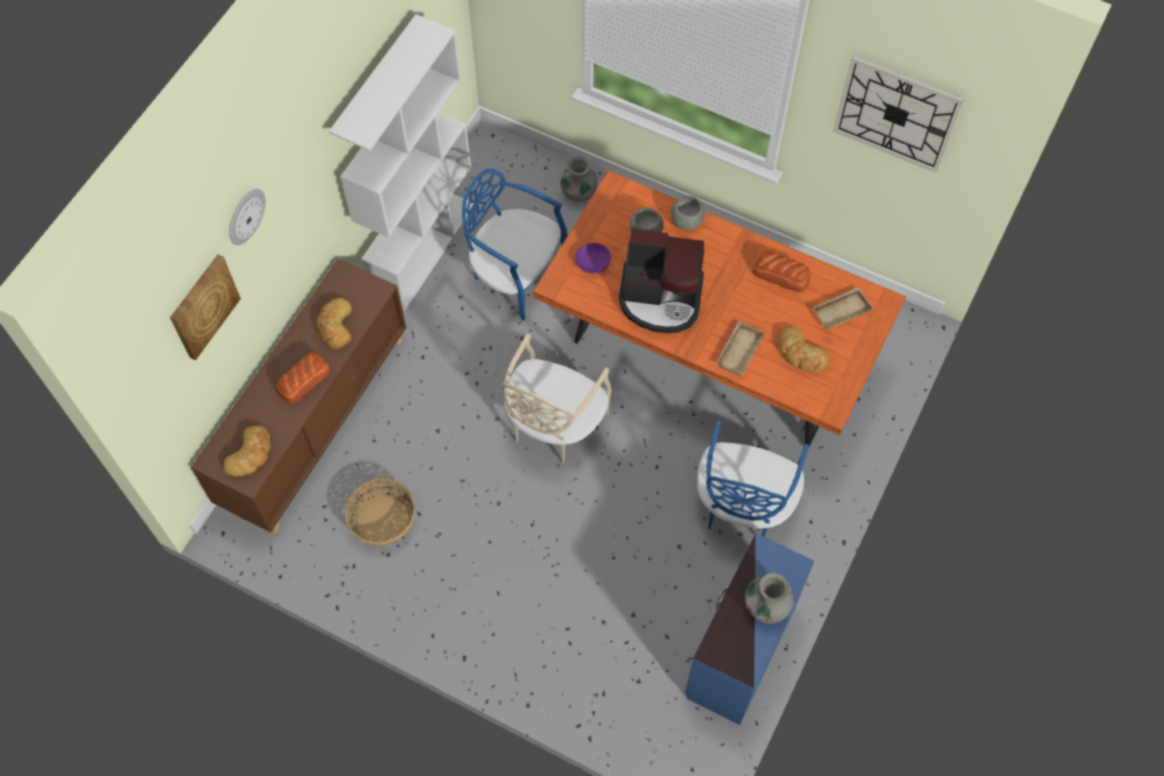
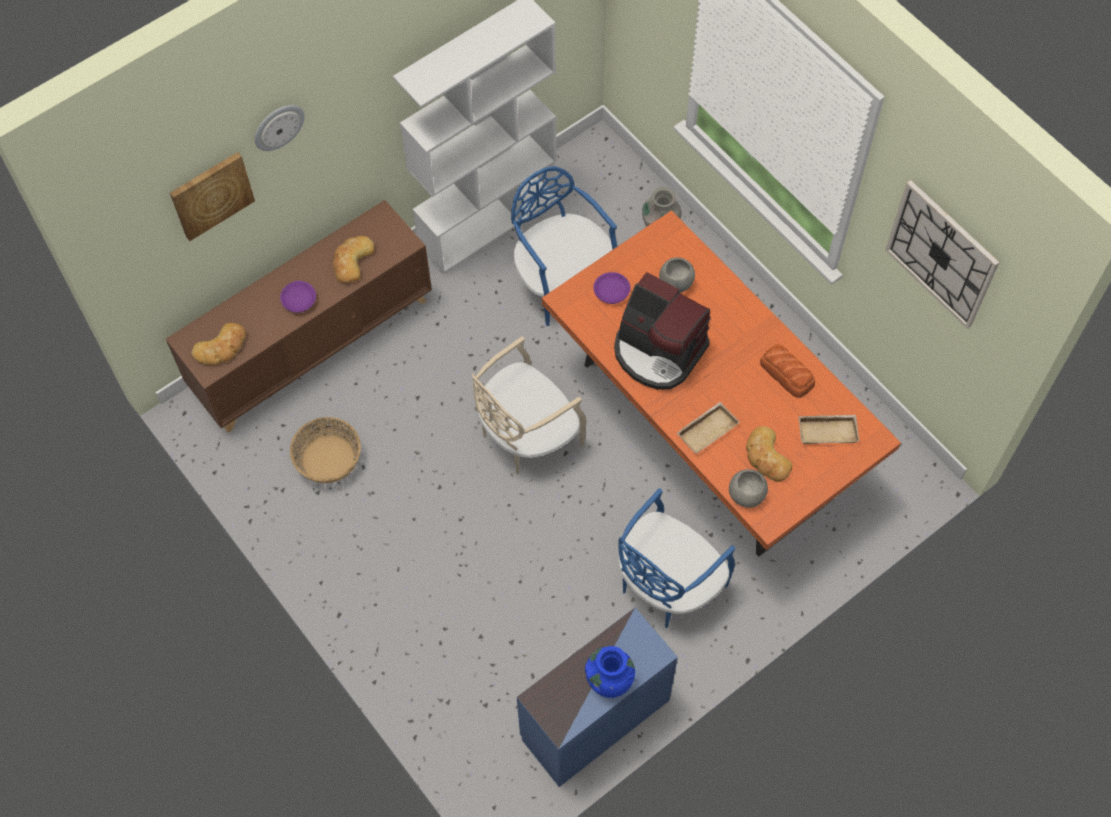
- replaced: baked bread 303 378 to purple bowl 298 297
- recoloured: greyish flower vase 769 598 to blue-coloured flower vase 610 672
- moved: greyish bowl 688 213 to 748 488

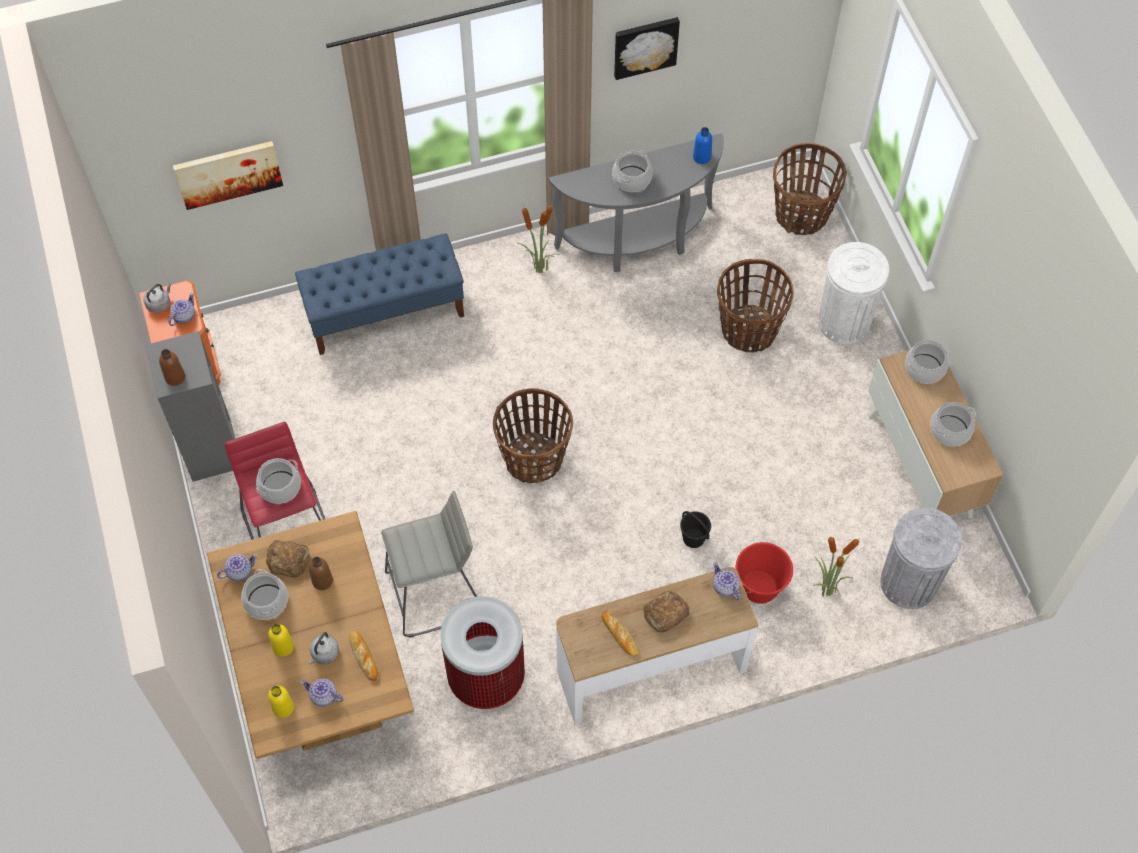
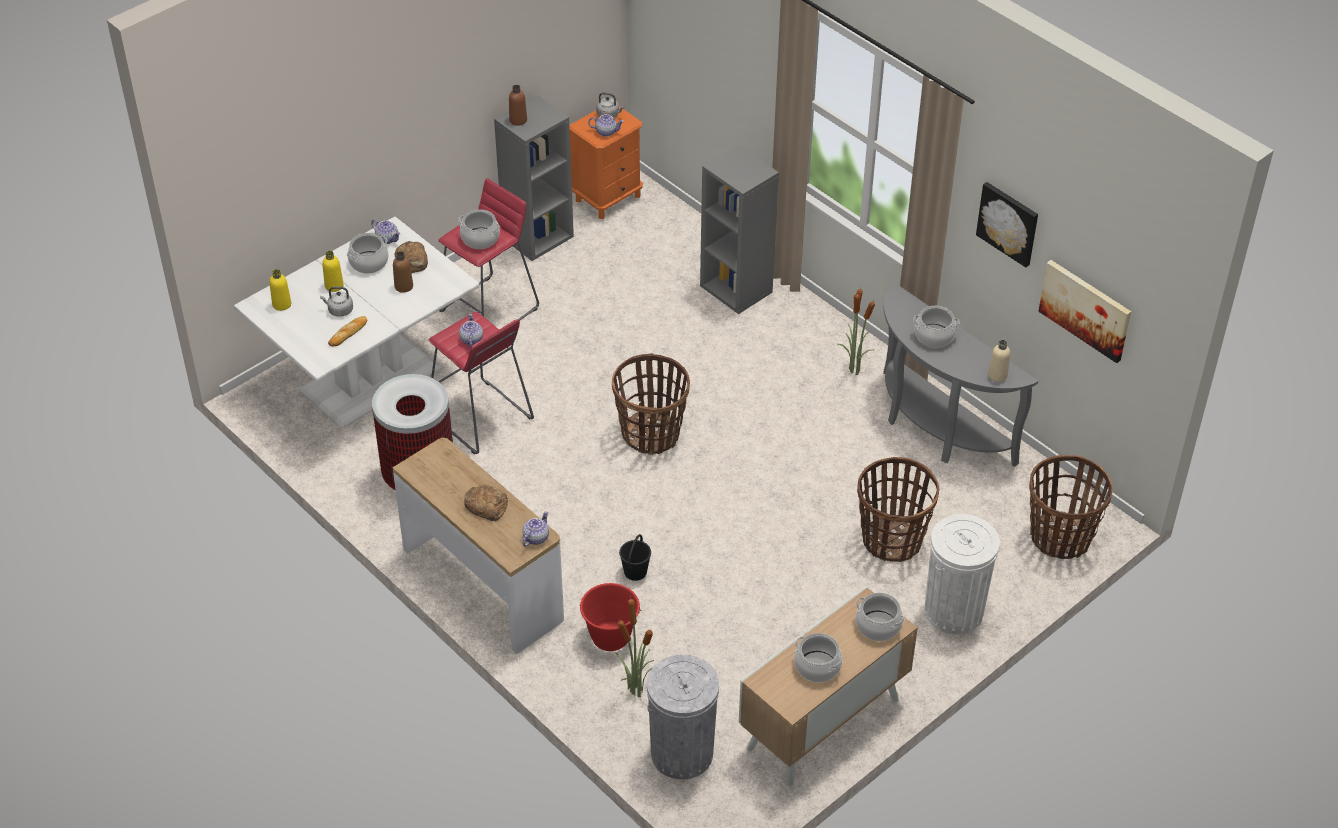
- recoloured: brown-coloured kitchen table 310 635 to white kitchen table 356 322
- recoloured: greyish sitting stool 429 564 to red sitting stool 481 383
- moved: teapot 322 693 to 471 331
- replaced: blue-coloured long seat 379 294 to greyish bookshelf 739 229
- recoloured: blue-coloured bottle 702 145 to beige bottle 999 361
- moved: picture 228 175 to 1085 311
- removed: baked bread 620 633

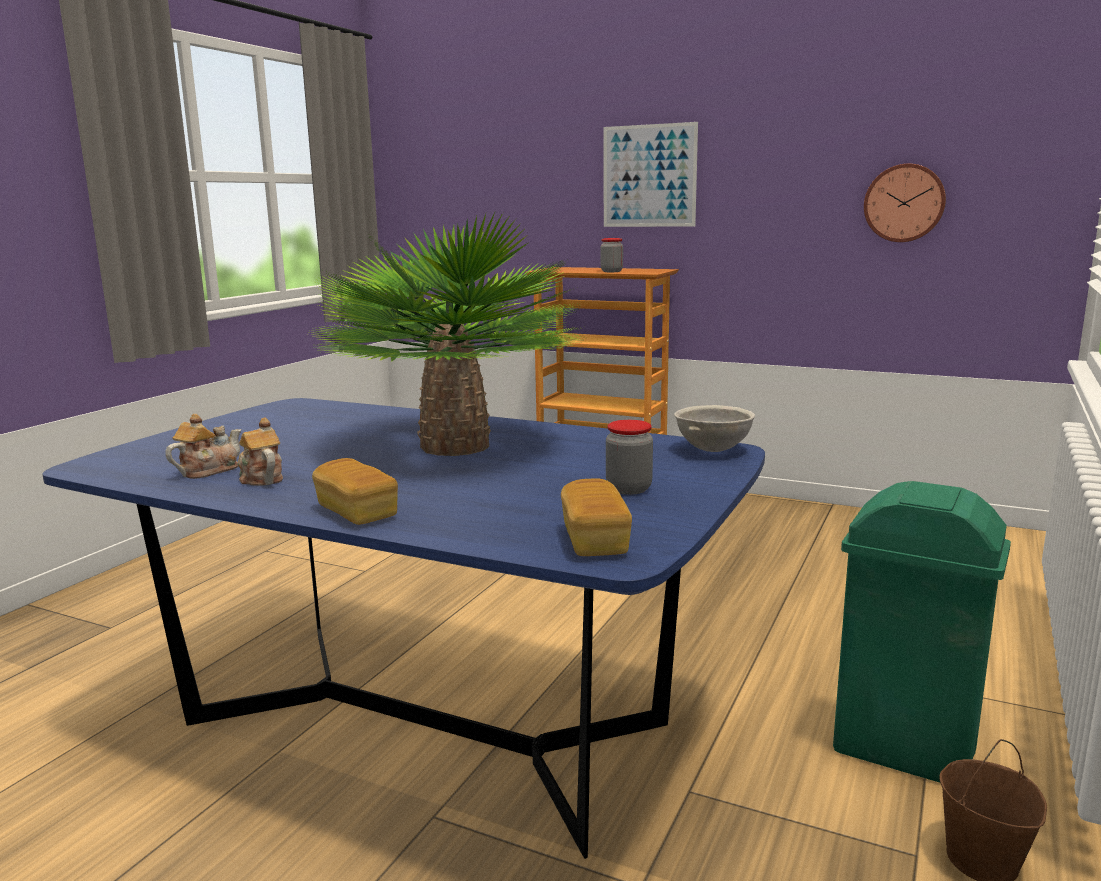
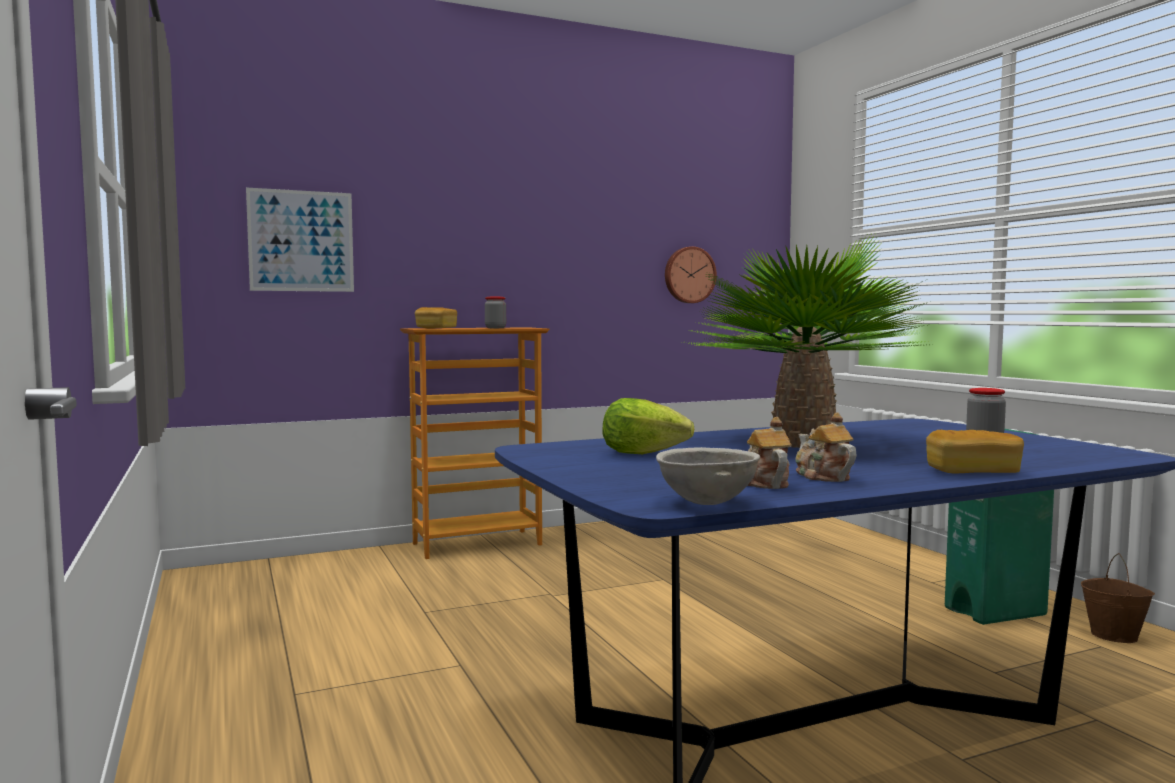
- moved: picture 651 174 to 300 239
- moved: baked bread 596 517 to 436 317
- added: head of lettuce 648 426
- moved: greyish bowl 714 428 to 708 476
- turned: teapot 260 451 = 825 447 60 degrees clockwise

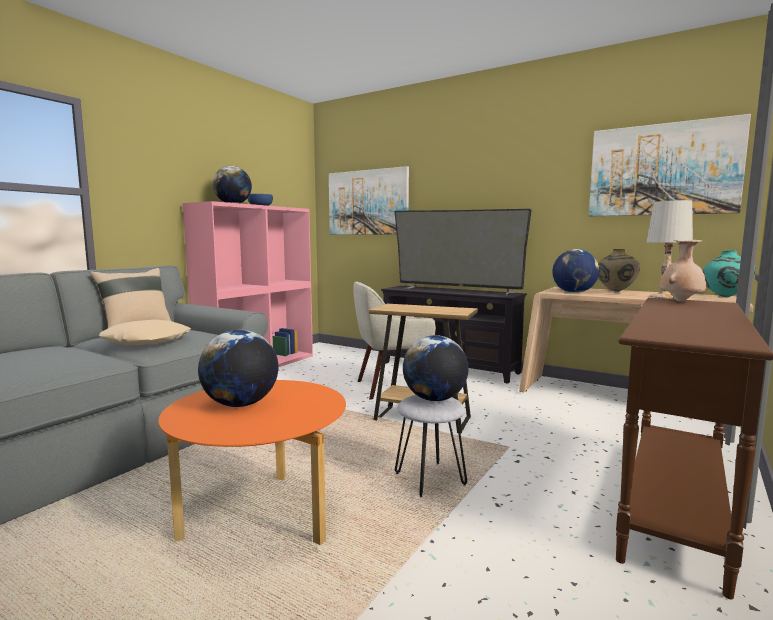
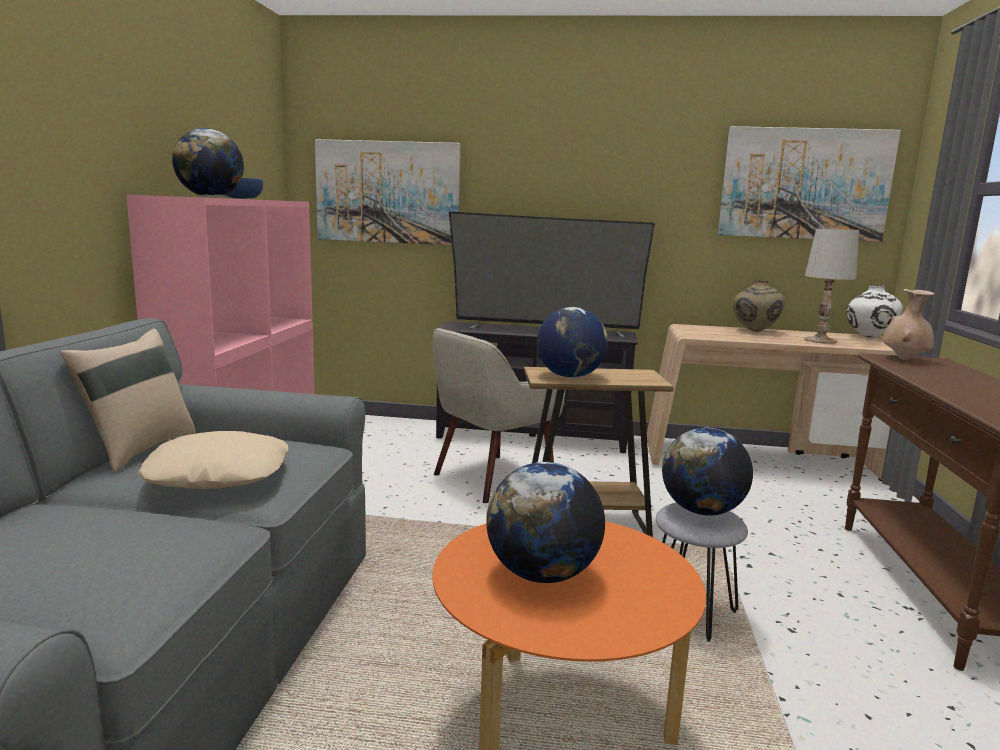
- moved: desk globe 576 271 to 572 342
- recoloured: turquoise-coloured flower vase 729 273 to white flower vase 874 311

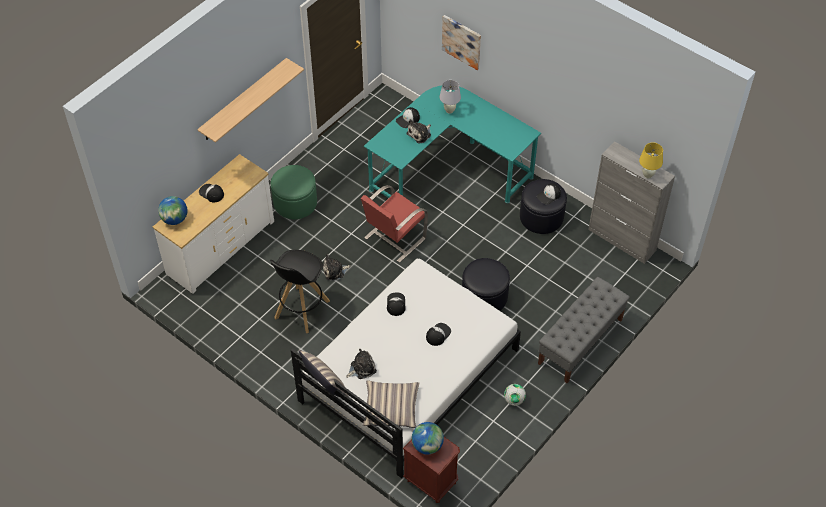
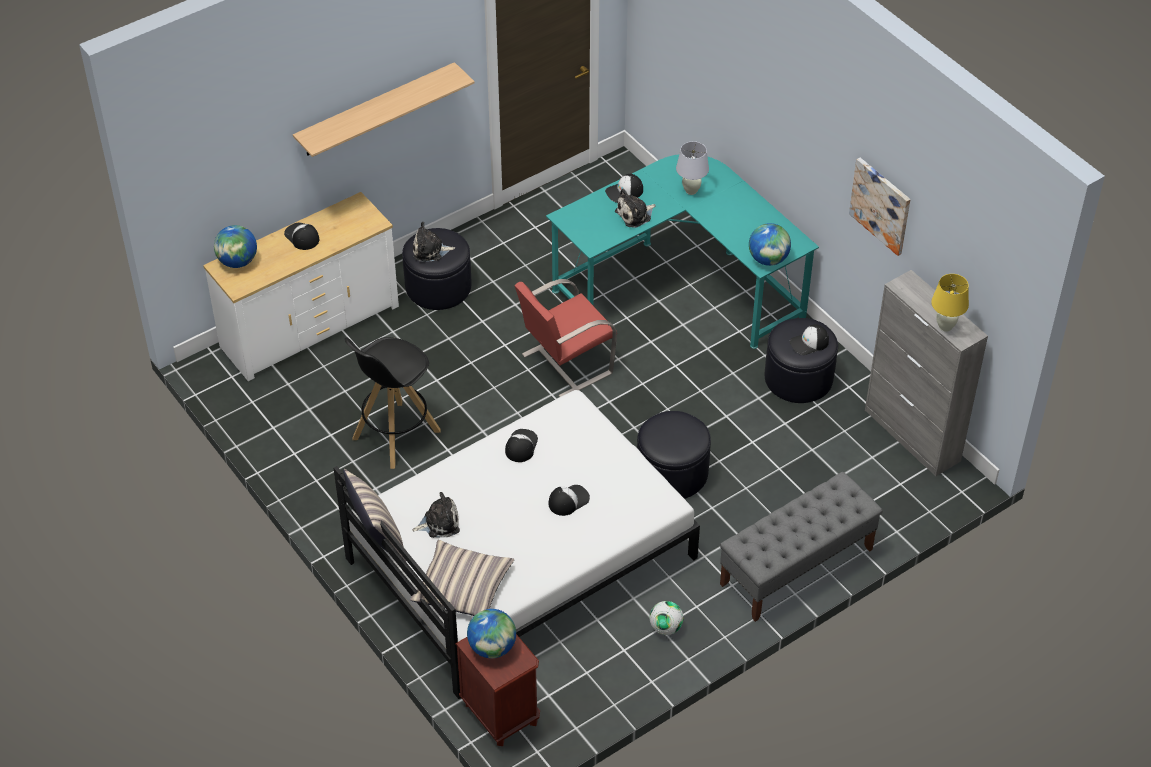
- recoloured: green pouffe 294 192 to black-coloured pouffe 437 269
- moved: cuddly toy 337 267 to 434 242
- added: desk globe 770 244
- moved: picture 461 42 to 879 207

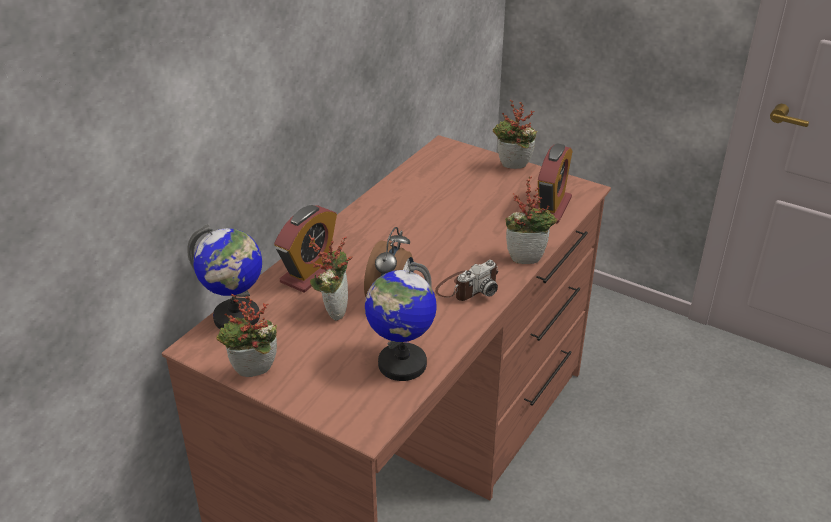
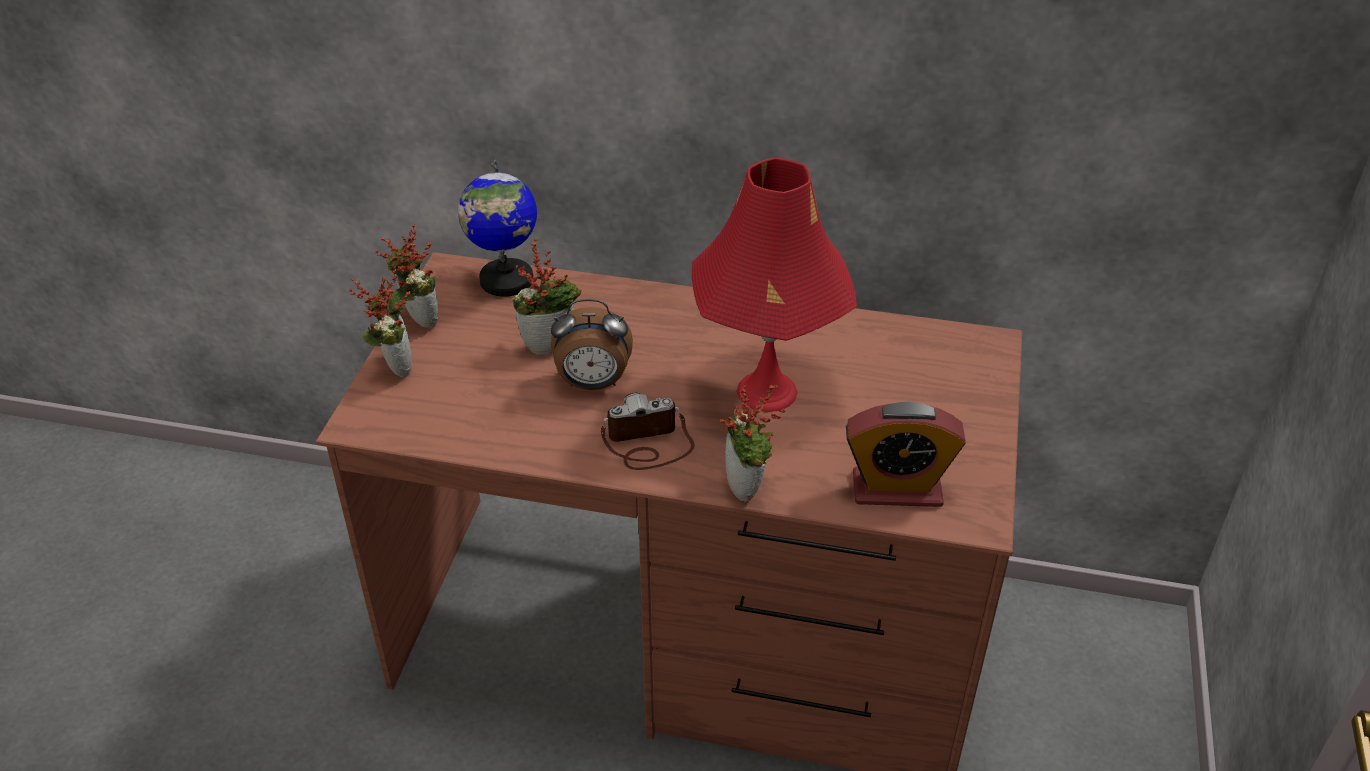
- moved: plant in a pot 515 134 to 380 323
- turned: photo camera 467 280 = 648 431 135 degrees clockwise
- added: red lamp for a table 774 284
- removed: alarm clock 305 249
- removed: desk globe 401 321

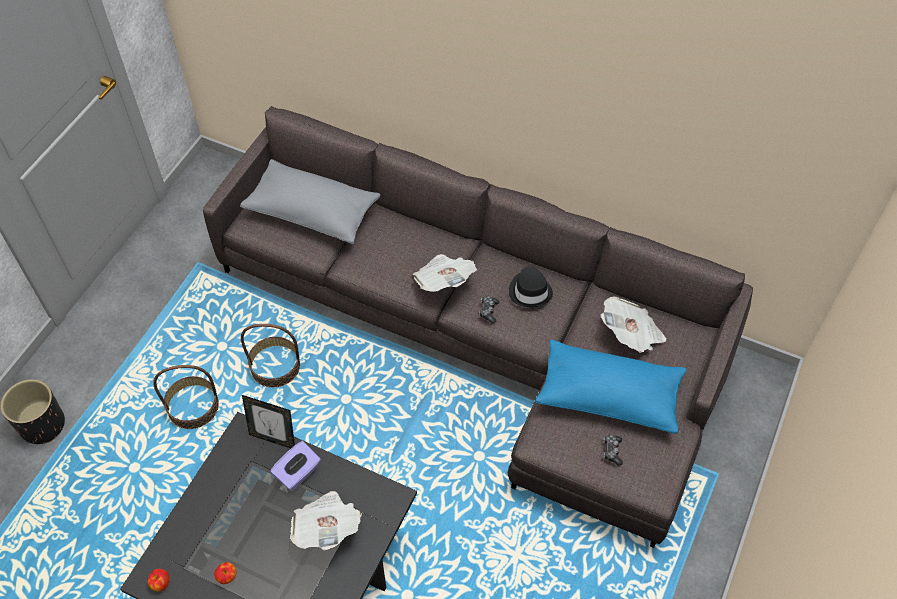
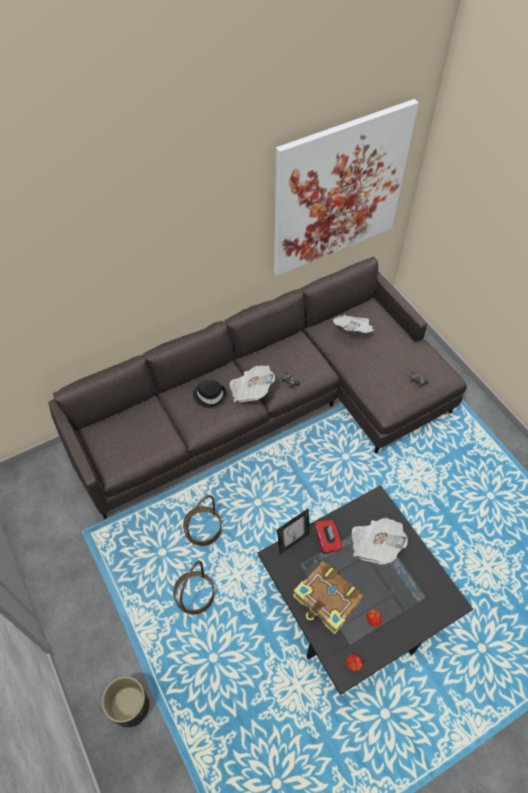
- moved: black-coloured wearable hat 531 287 to 209 394
- added: picture 346 187
- added: bound book 328 598
- recoloured: purple box of tissues 295 466 to red box of tissues 328 537
- removed: greyish throw pillow 310 201
- removed: blue-coloured throw pillow 611 386

